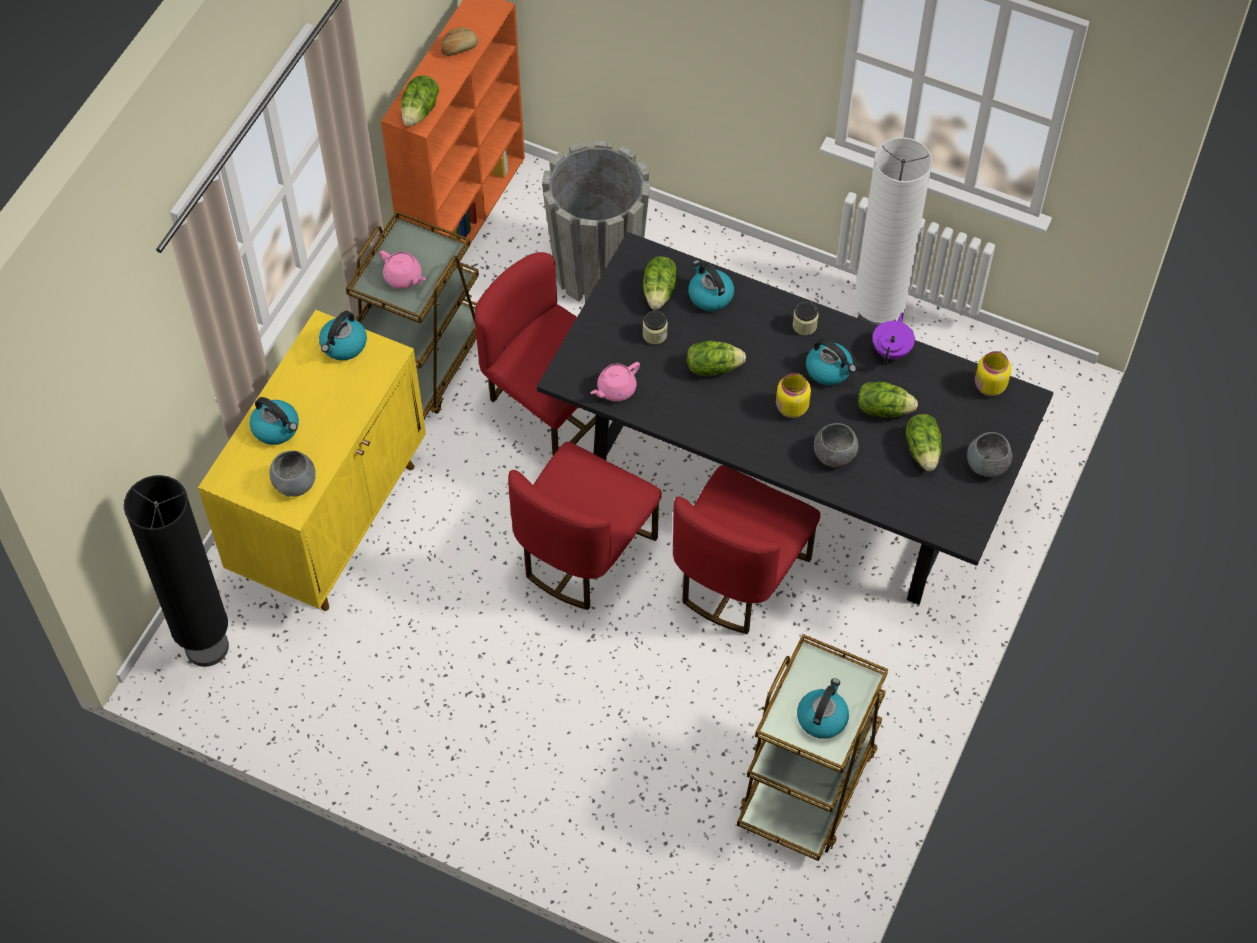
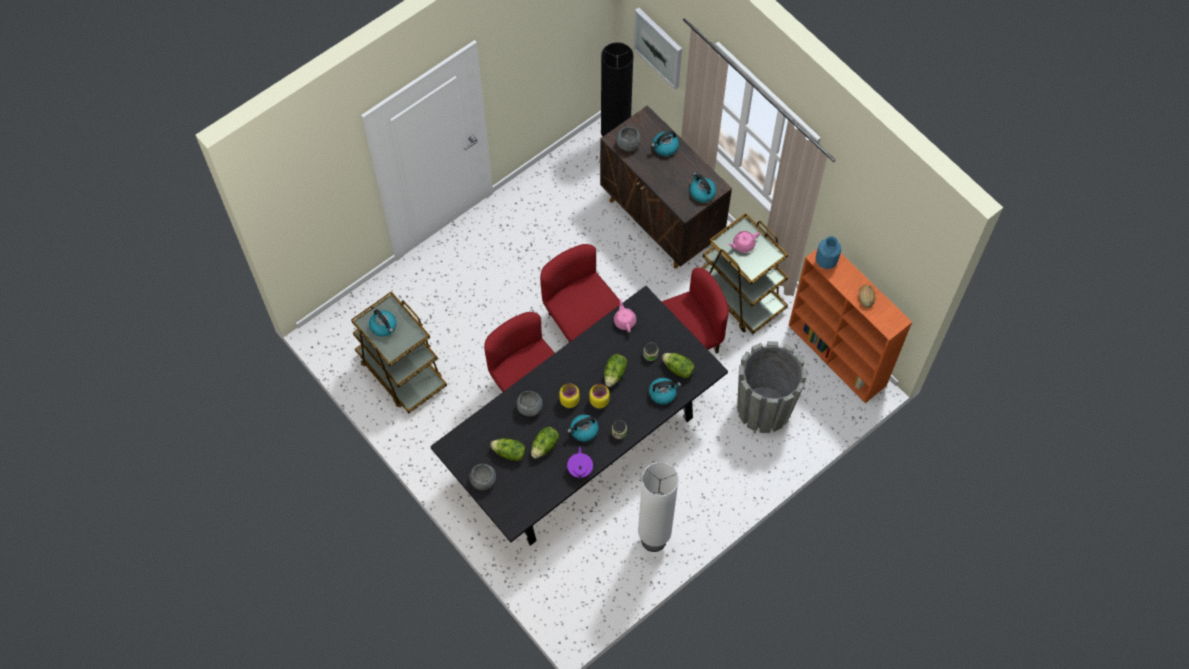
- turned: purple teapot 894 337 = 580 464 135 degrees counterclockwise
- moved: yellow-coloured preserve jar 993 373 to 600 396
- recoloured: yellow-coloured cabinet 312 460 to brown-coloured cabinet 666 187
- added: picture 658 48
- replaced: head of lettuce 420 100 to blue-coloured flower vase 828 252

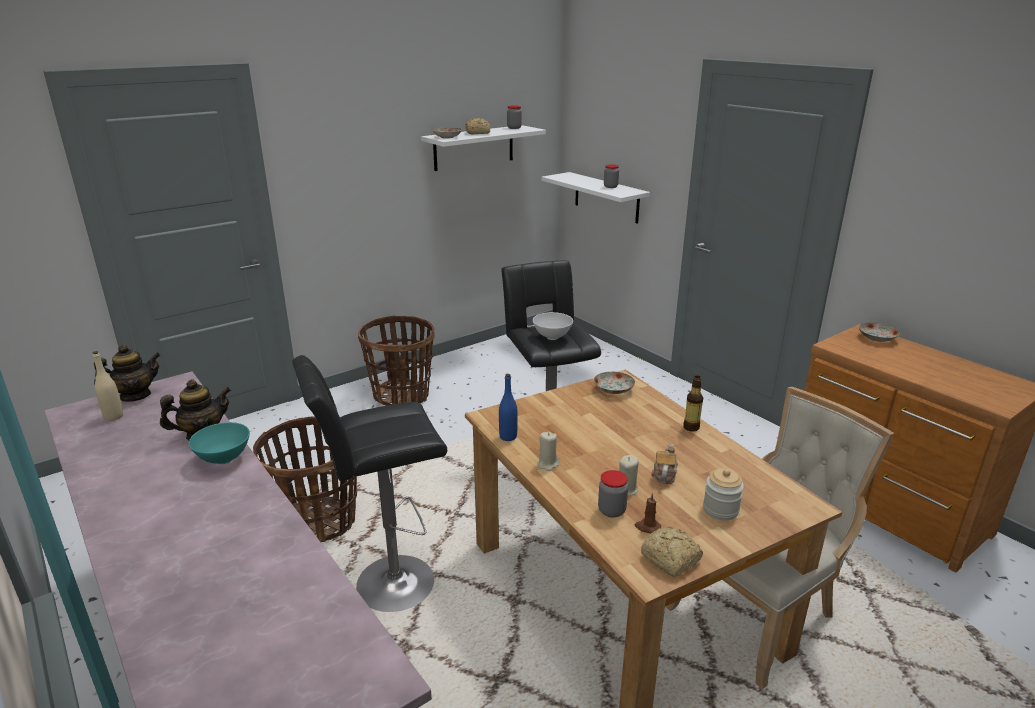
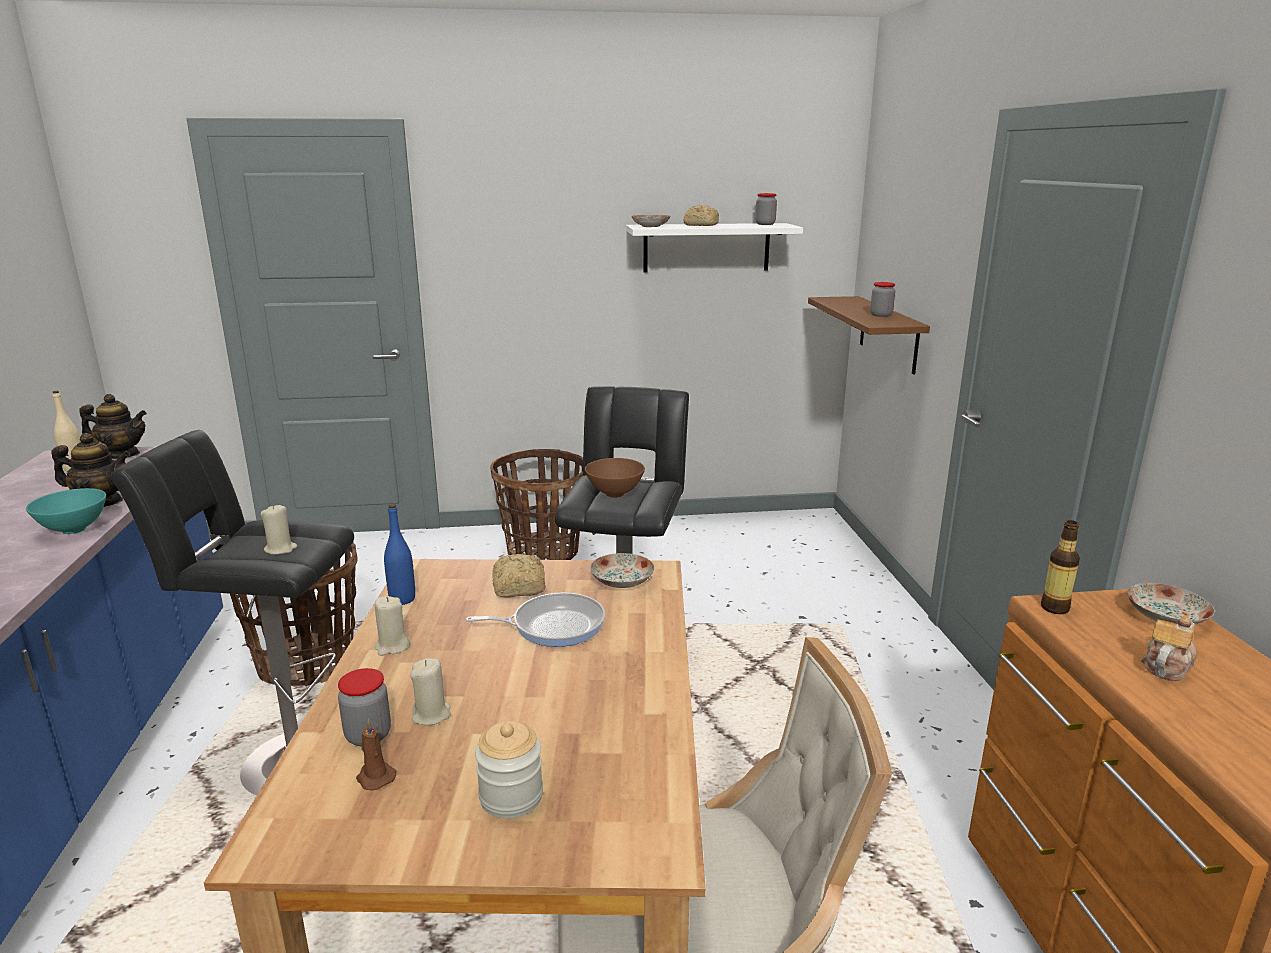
- added: beige candle 279 529
- added: skillet 535 620
- moved: baked bread 672 552 to 519 575
- recoloured: white bowl 553 326 to brown-coloured bowl 615 477
- recoloured: white shelf 595 198 to brown-coloured shelf 869 335
- moved: bottle 693 403 to 1060 567
- moved: teapot 664 464 to 1169 648

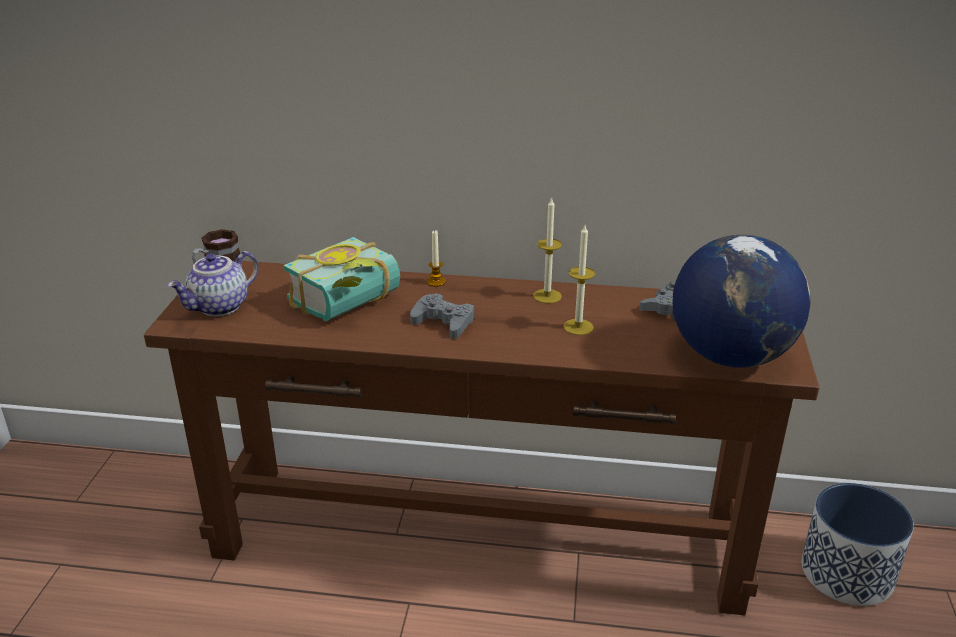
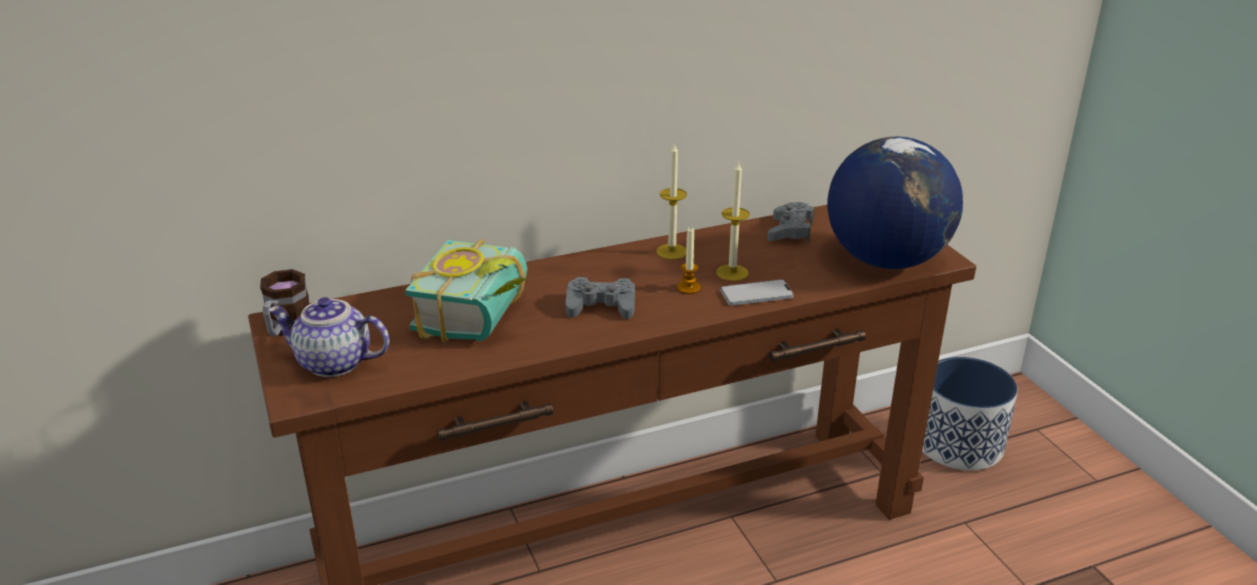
- turned: teapot 212 283 = 328 337 90 degrees clockwise
- moved: candle 436 258 to 689 260
- added: telephone 757 292

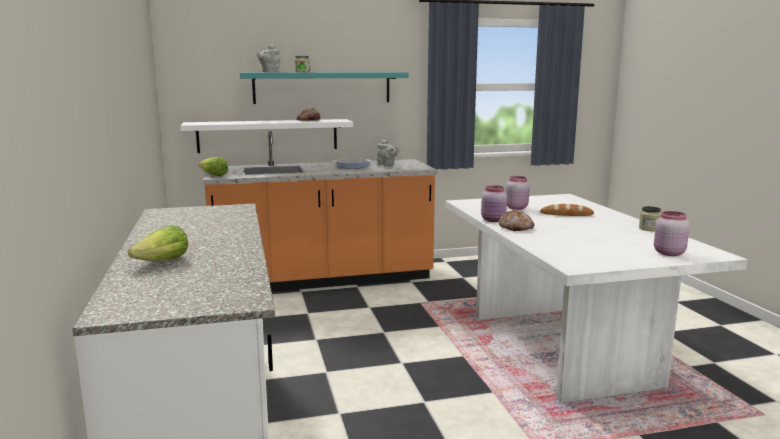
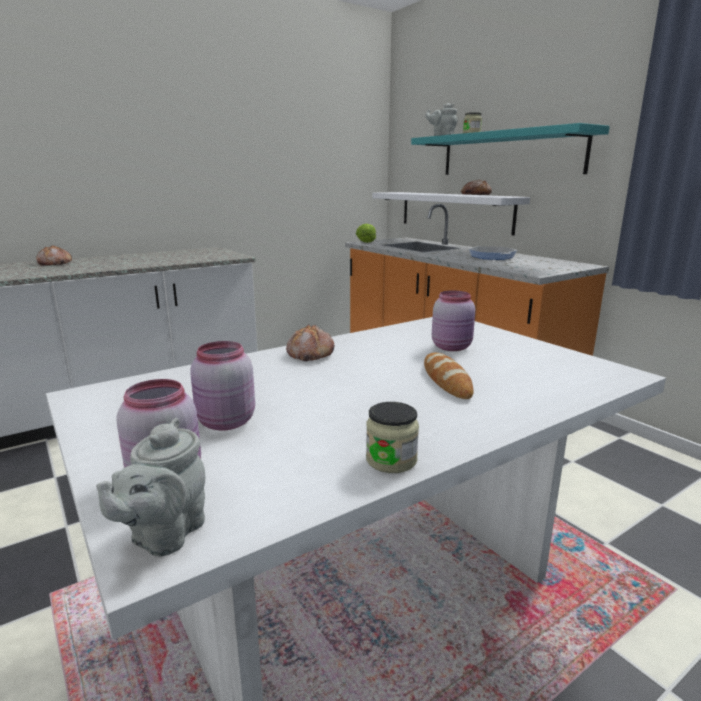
- replaced: head of lettuce 158 243 to baked bread 54 255
- moved: greyish teapot 388 153 to 150 487
- moved: pinkish preserve jar 494 203 to 222 386

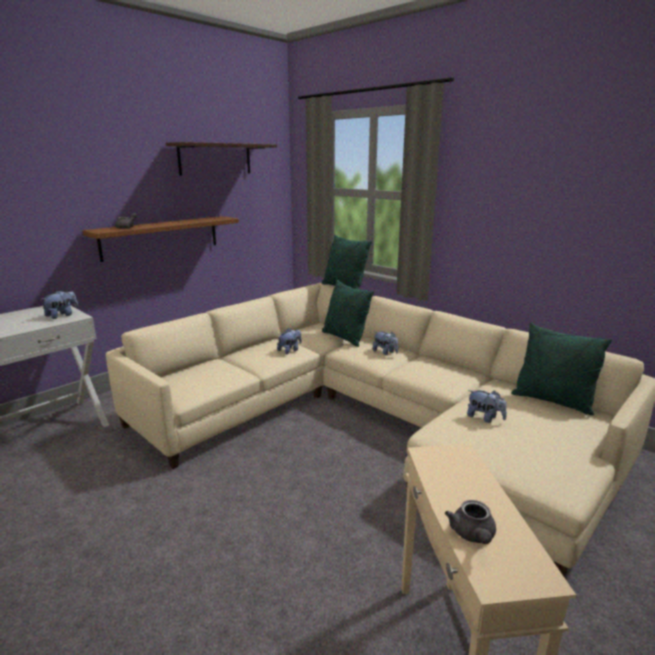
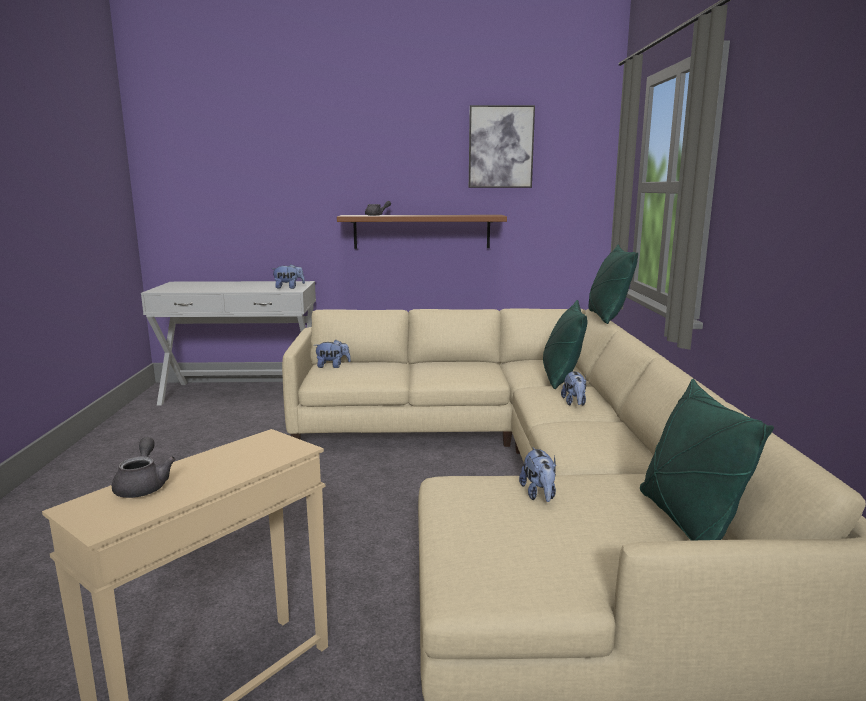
- turned: greyish teapot 470 522 = 144 467 120 degrees clockwise
- moved: cuddly toy 289 341 to 332 354
- replaced: shelf 221 158 to picture 502 146

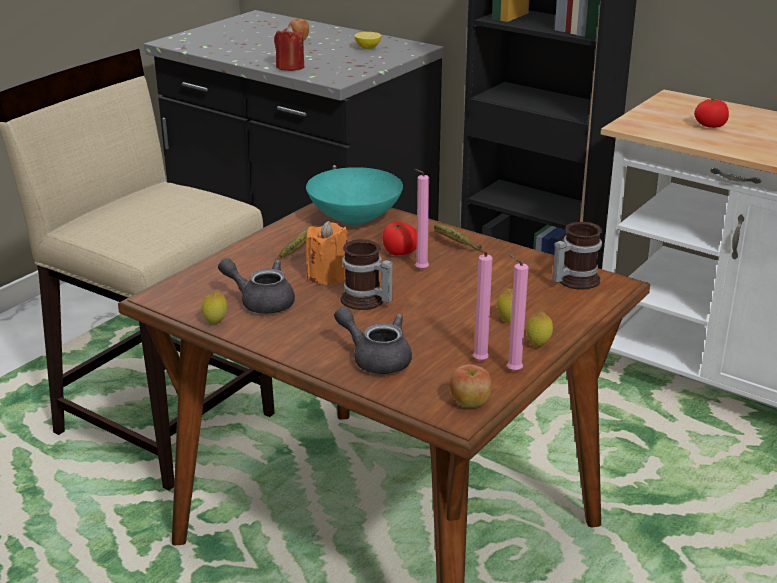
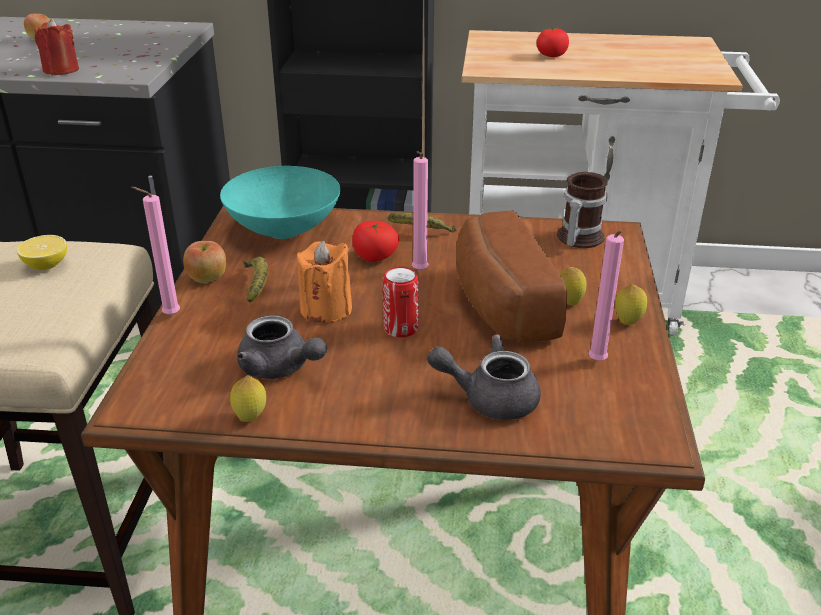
- moved: whole lemon 367 40 to 42 252
- moved: pinkish candle 518 312 to 155 251
- moved: apple 471 385 to 204 262
- turned: greyish teapot 256 286 = 282 347 135 degrees counterclockwise
- replaced: tea mug 366 274 to metal can 400 301
- added: baked bread 511 276

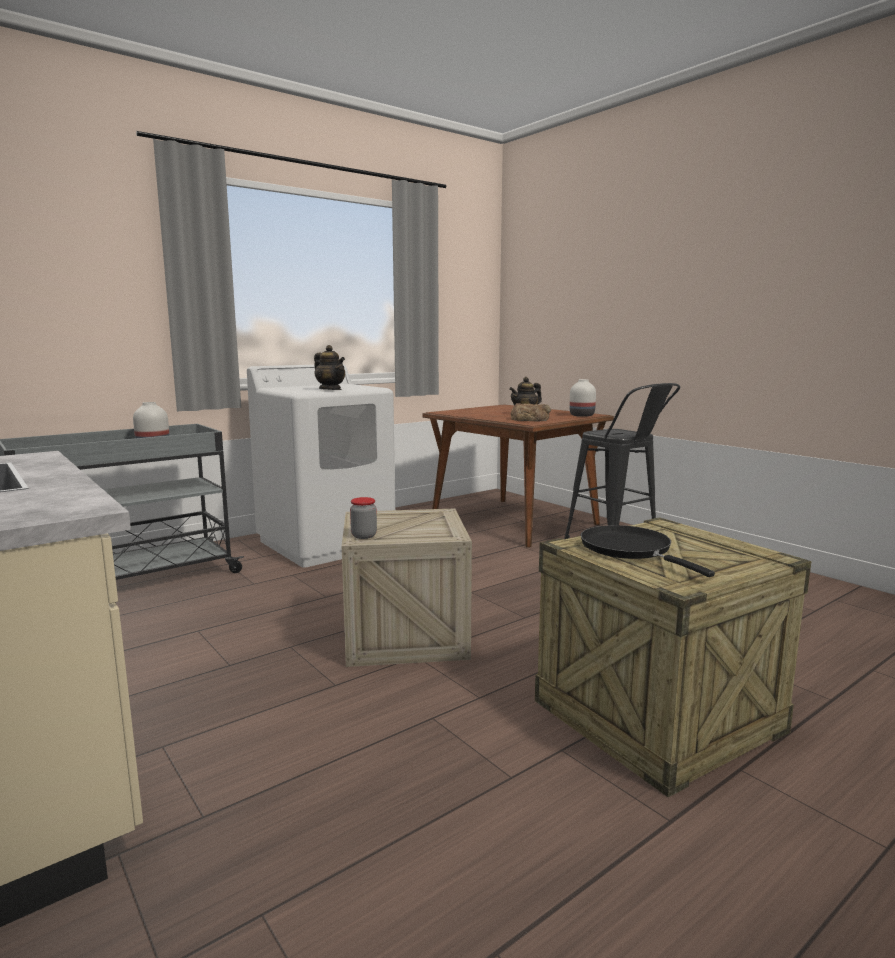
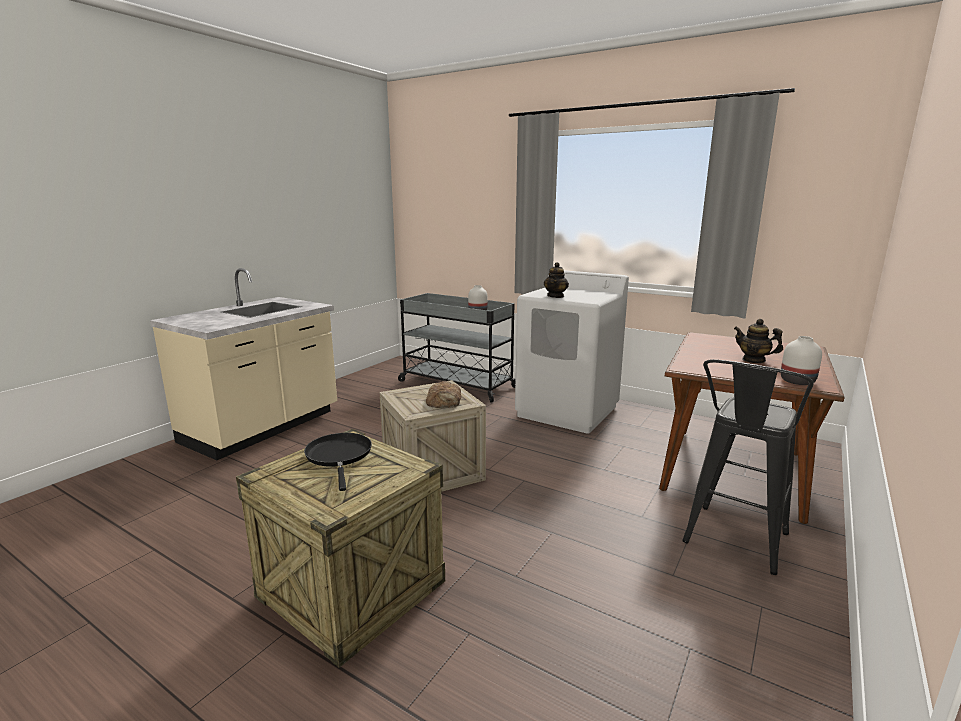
- turned: black-coloured skillet 648 551 = 338 462 60 degrees counterclockwise
- moved: baked bread 531 412 to 443 394
- removed: preserve jar 363 518

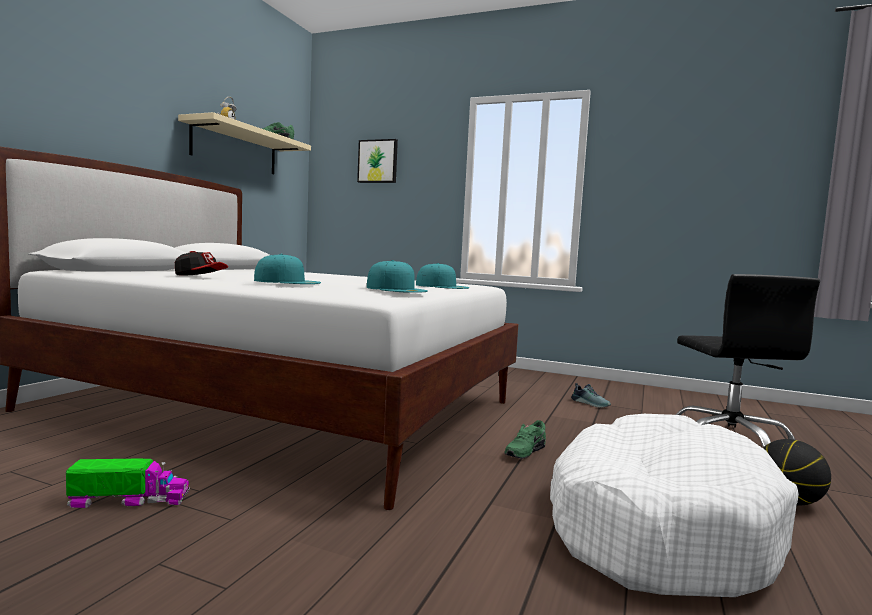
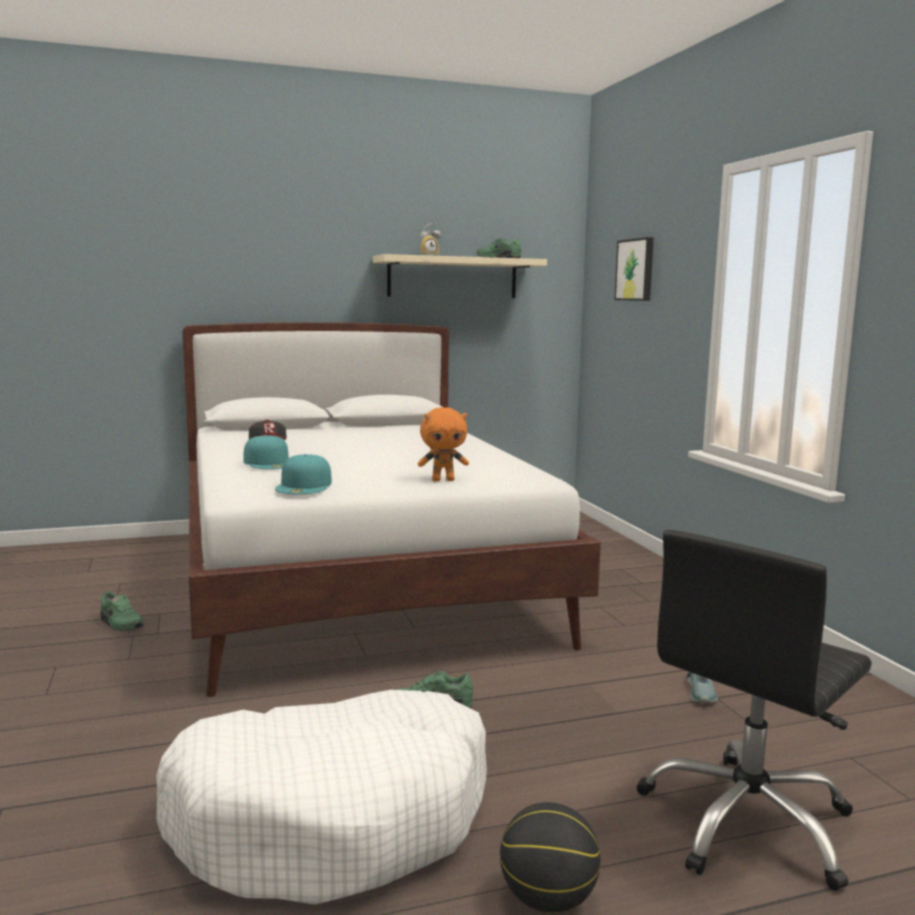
- replaced: toy truck 128 483 to green low shoe 122 611
- replaced: turquoise-coloured peaked cap 442 276 to orange cuddly toy 443 444

